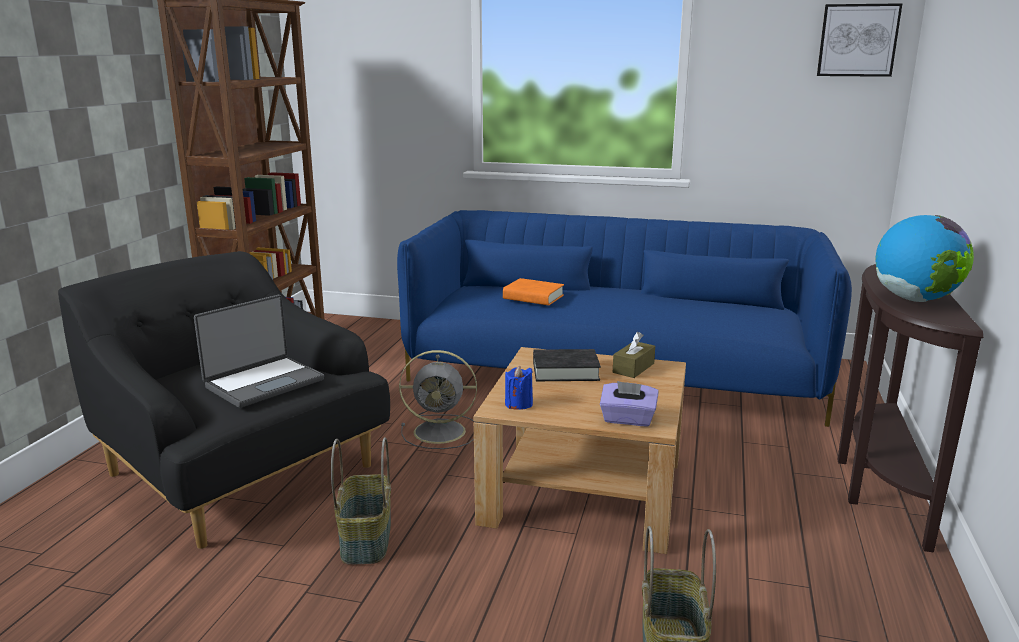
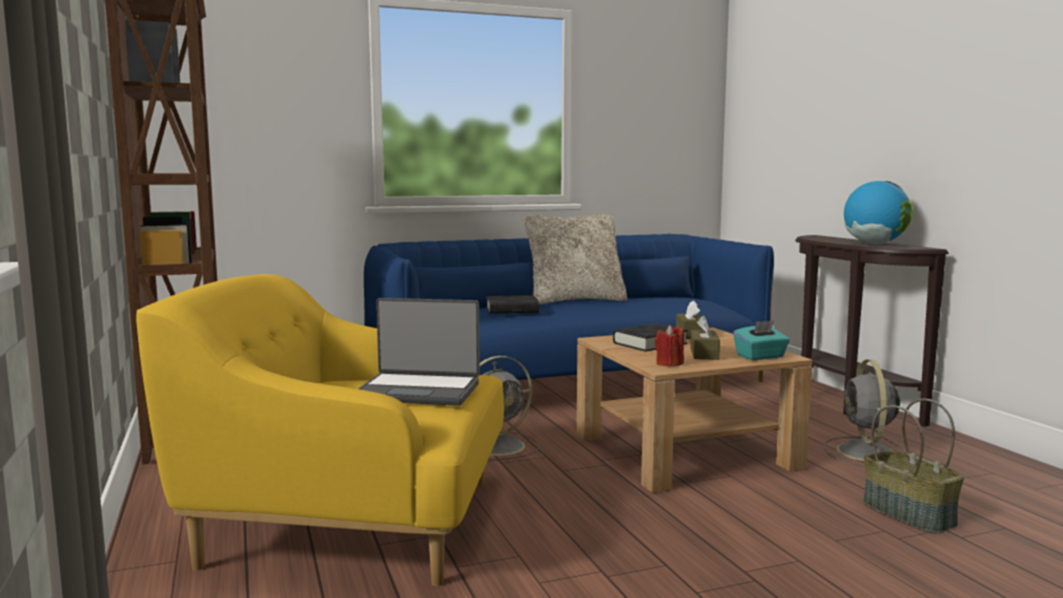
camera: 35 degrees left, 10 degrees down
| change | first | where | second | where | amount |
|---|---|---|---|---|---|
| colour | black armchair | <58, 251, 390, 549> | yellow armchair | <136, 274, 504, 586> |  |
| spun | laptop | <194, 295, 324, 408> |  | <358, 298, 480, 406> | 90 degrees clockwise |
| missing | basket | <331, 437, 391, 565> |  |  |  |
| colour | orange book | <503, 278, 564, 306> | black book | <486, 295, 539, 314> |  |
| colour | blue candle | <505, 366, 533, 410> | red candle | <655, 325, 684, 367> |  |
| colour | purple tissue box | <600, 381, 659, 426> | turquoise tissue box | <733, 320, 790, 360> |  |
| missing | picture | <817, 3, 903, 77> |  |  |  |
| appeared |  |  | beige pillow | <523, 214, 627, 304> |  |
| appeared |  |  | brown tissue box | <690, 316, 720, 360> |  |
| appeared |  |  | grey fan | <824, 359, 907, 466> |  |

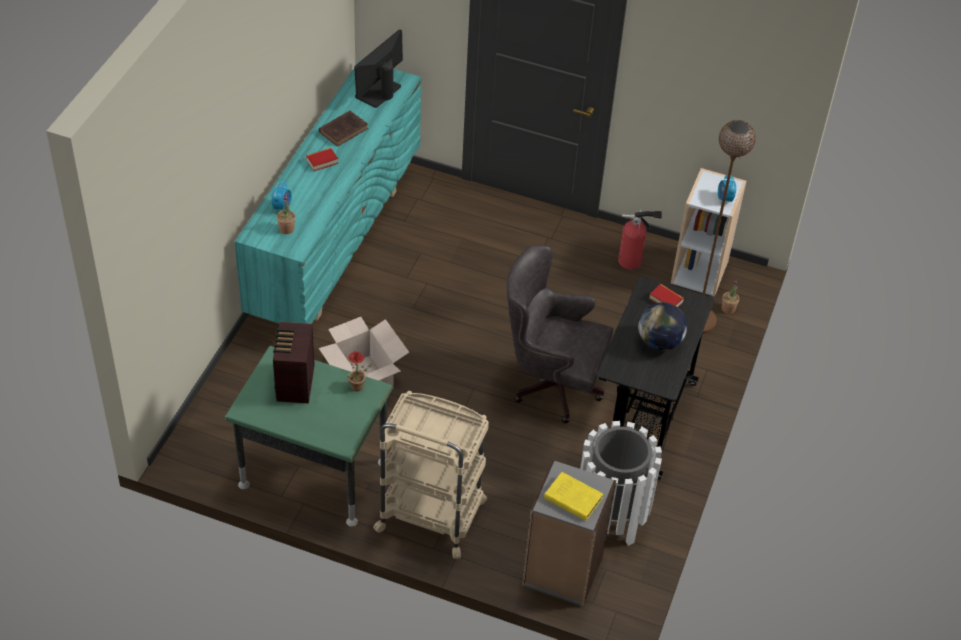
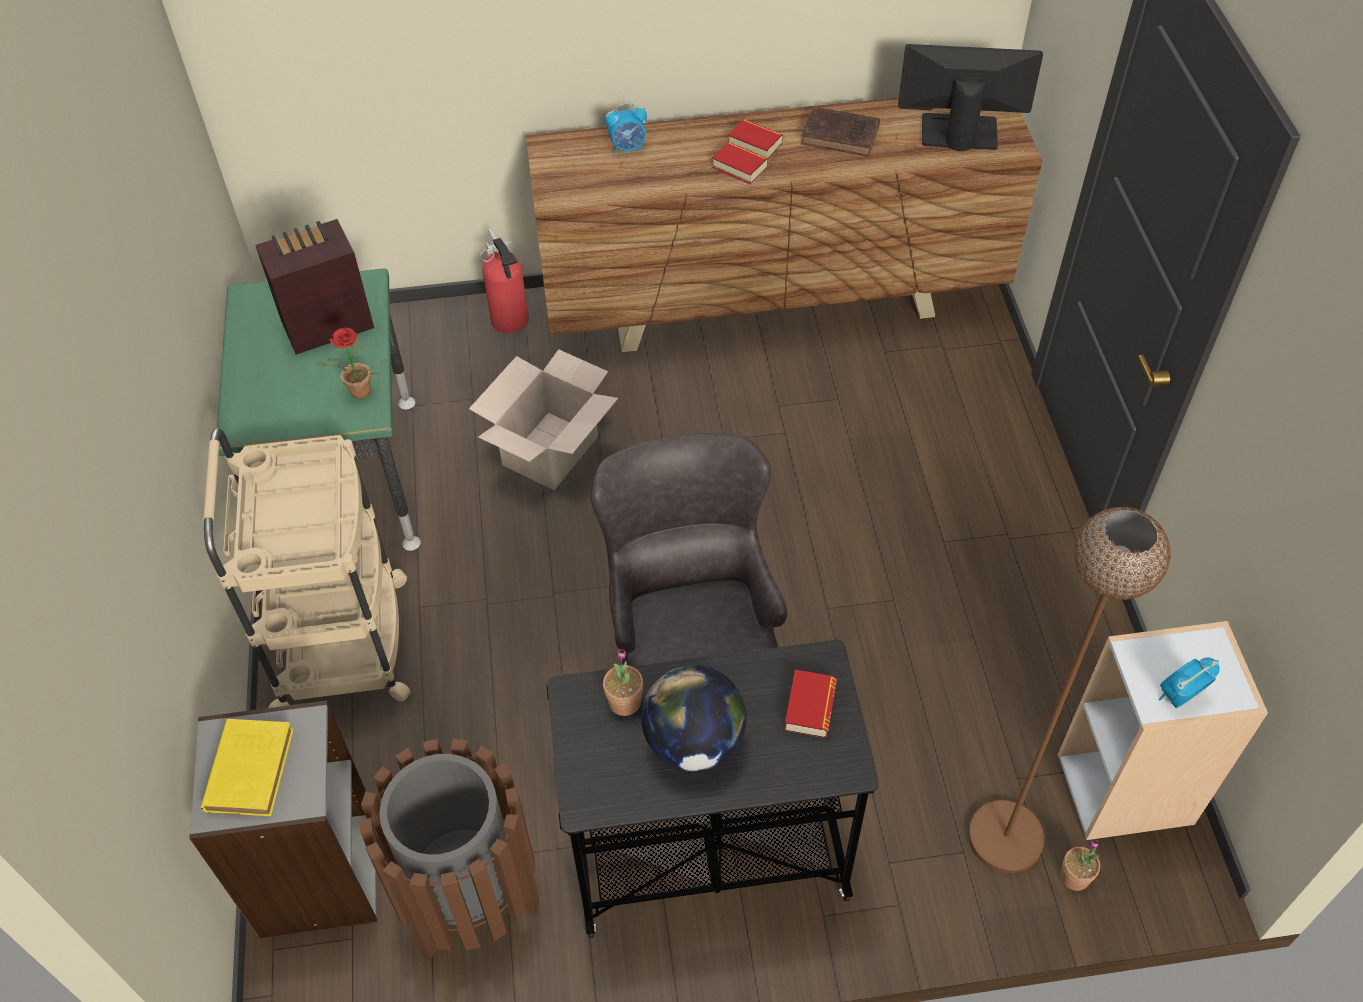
camera: 65 degrees right, 5 degrees up
| change | first | where | second | where | amount |
|---|---|---|---|---|---|
| colour | turquoise cabinet | <235, 60, 422, 324> | brown cabinet | <526, 97, 1042, 352> |  |
| relocated | potted plant | <277, 195, 295, 234> |  | <603, 649, 643, 716> |  |
| colour | white trash can | <580, 421, 662, 546> | brown trash can | <359, 739, 540, 958> |  |
| relocated | fire extinguisher | <618, 210, 662, 269> |  | <480, 229, 529, 333> |  |
| appeared |  |  | book | <712, 142, 768, 184> |  |

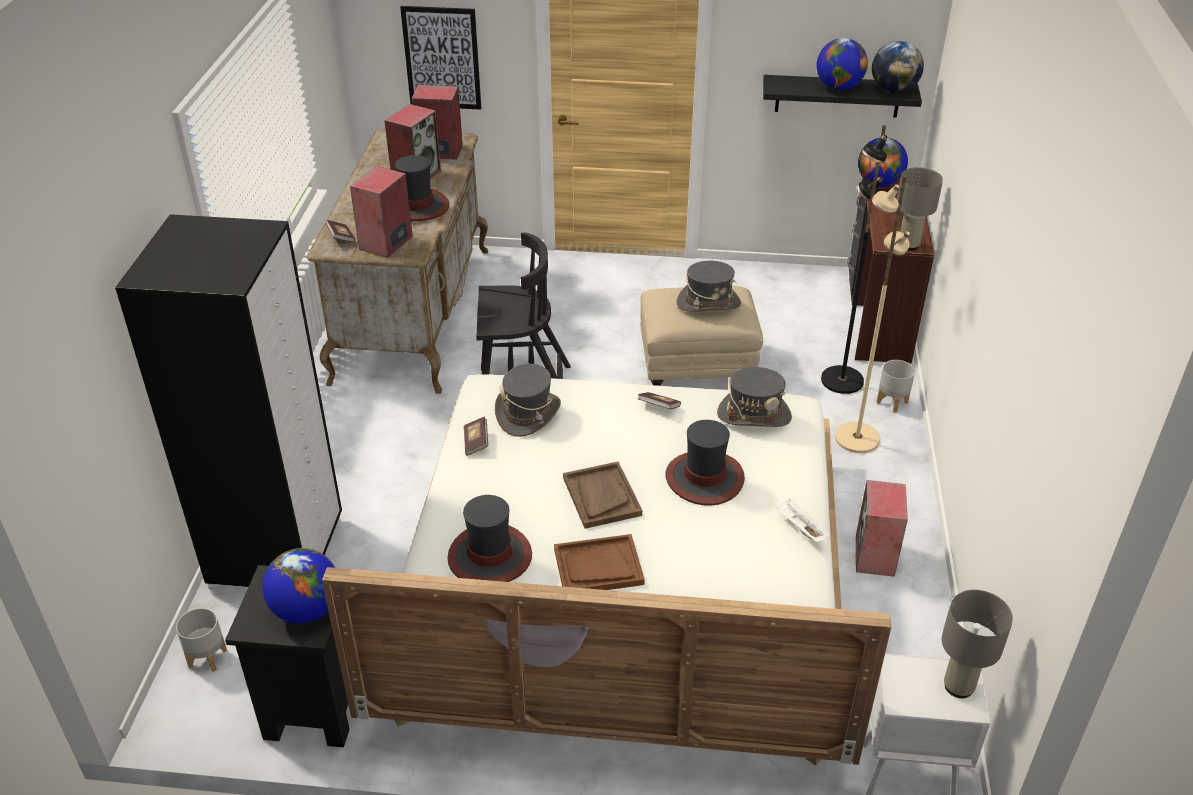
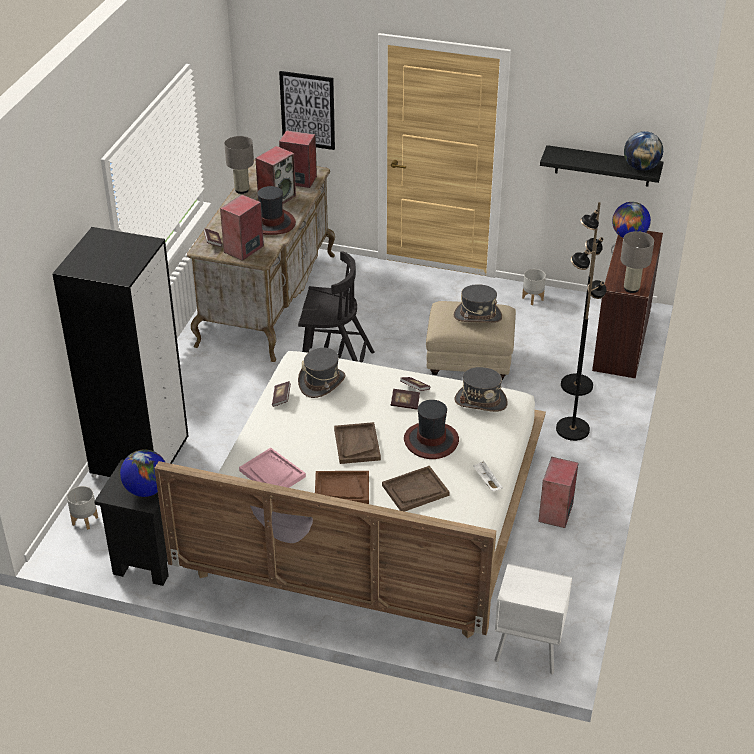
camera: 10 degrees right, 0 degrees up
| change | first | where | second | where | amount |
|---|---|---|---|---|---|
| exchanged | hat | <447, 495, 532, 582> | pink tray | <239, 448, 306, 488> |  |
| missing | globe | <816, 38, 868, 90> |  |  |  |
| colour | beige floor lamp | <835, 175, 910, 453> | black floor lamp | <556, 243, 606, 441> |  |
| relocated | grey planter | <876, 360, 915, 413> |  | <522, 269, 546, 305> |  |
| relocated | grey table lamp | <942, 590, 1013, 698> |  | <225, 136, 254, 194> |  |
| appeared |  |  | brown tray | <382, 466, 450, 512> |  |
| appeared |  |  | book | <391, 389, 420, 410> |  |

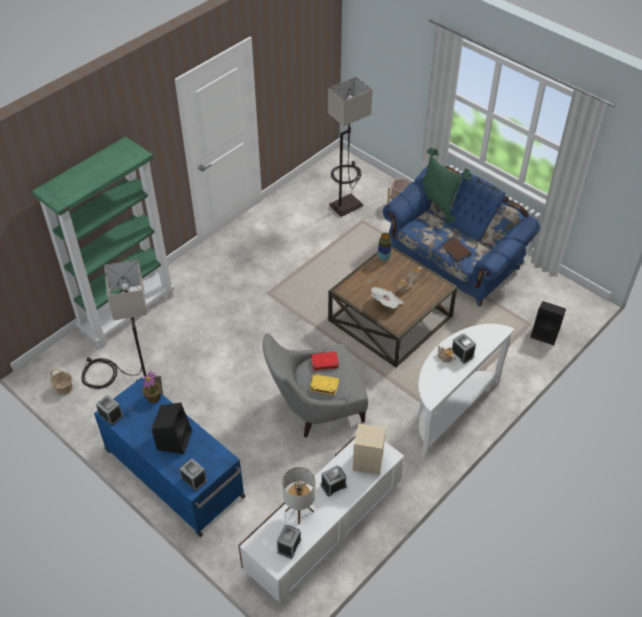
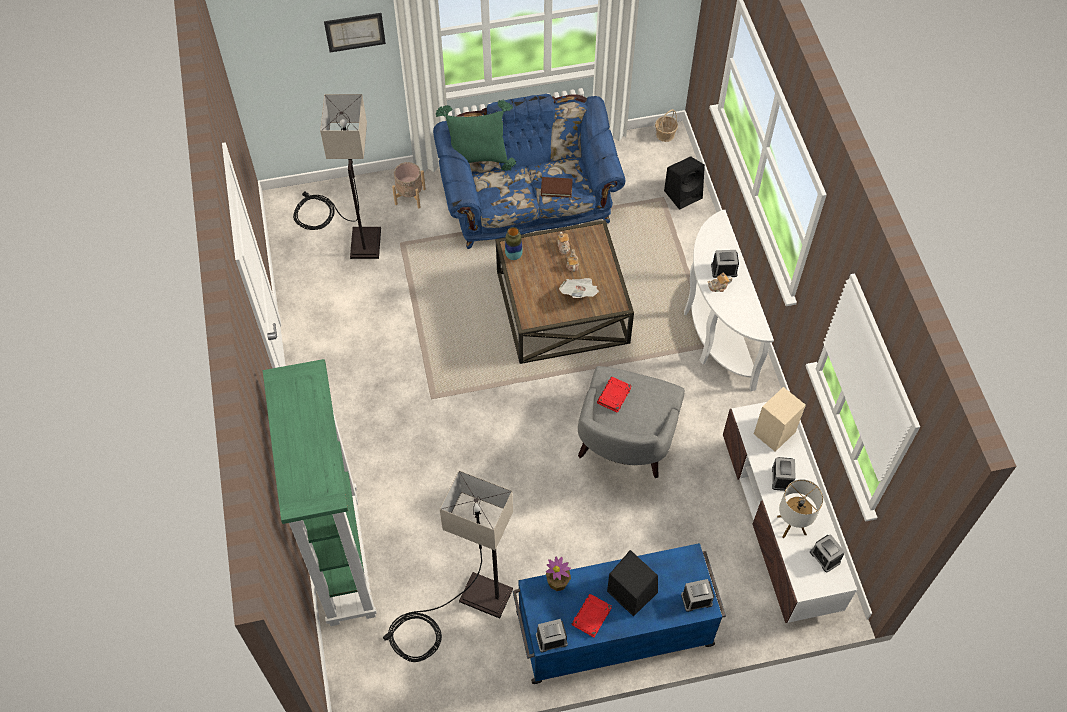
camera: 55 degrees left, 10 degrees up
| change | first | where | second | where | amount |
|---|---|---|---|---|---|
| relocated | basket | <50, 369, 73, 395> |  | <655, 109, 678, 142> |  |
| missing | yellow book | <310, 374, 339, 395> |  |  |  |
| appeared |  |  | picture | <324, 13, 386, 53> |  |
| appeared |  |  | red book | <572, 594, 612, 637> |  |

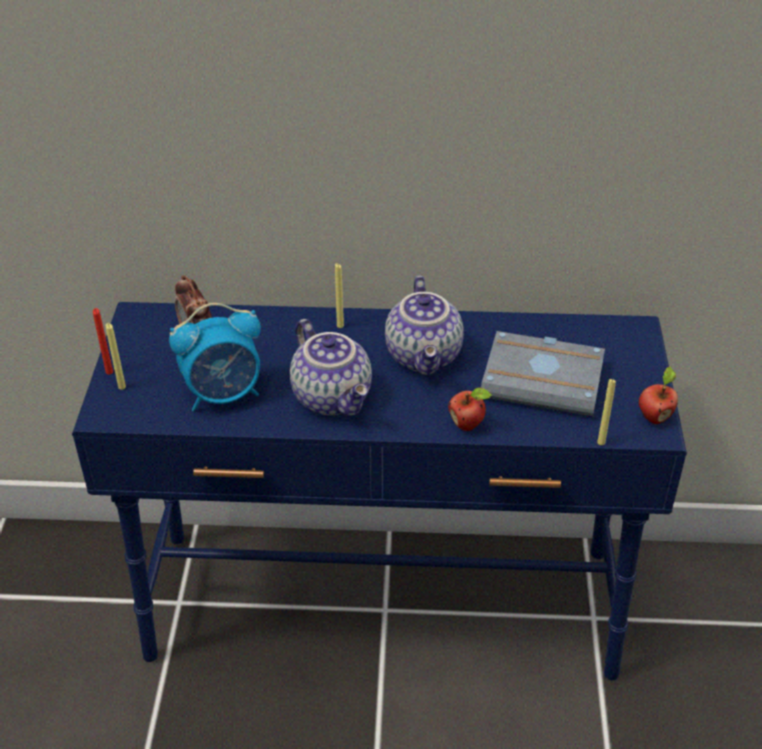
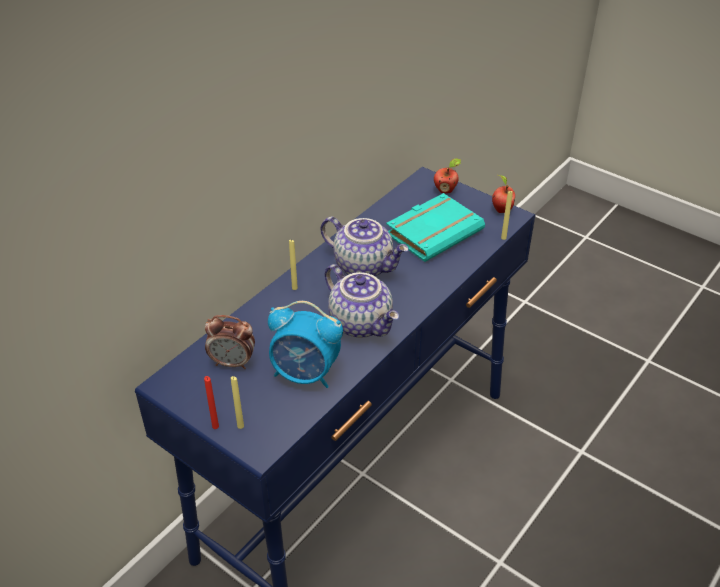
camera: 55 degrees left, 0 degrees up
| change | first | where | second | where | amount |
|---|---|---|---|---|---|
| spun | alarm clock | <169, 303, 261, 411> |  | <268, 301, 343, 388> | 90 degrees clockwise |
| spun | teapot | <290, 319, 372, 416> |  | <325, 264, 399, 338> | 45 degrees clockwise |
| relocated | apple | <448, 387, 492, 431> |  | <434, 158, 461, 194> |  |
| colour | grey book | <481, 331, 605, 416> | turquoise book | <386, 193, 485, 262> |  |

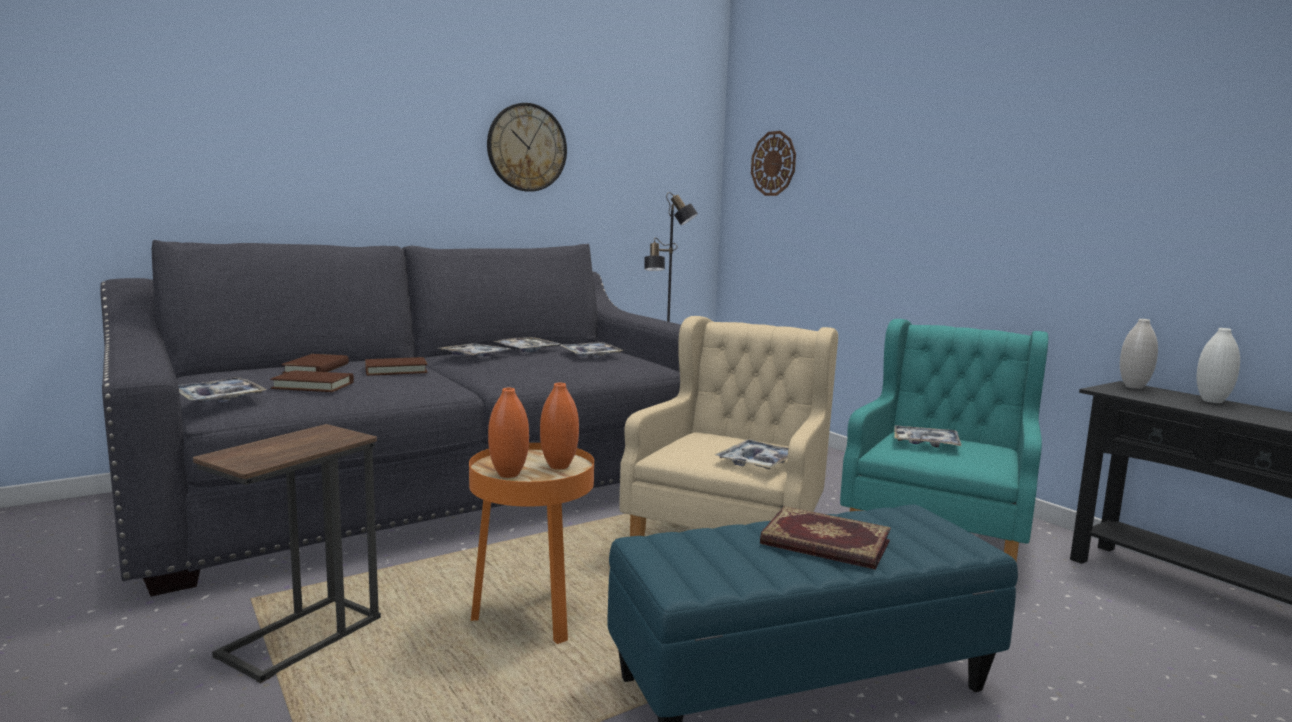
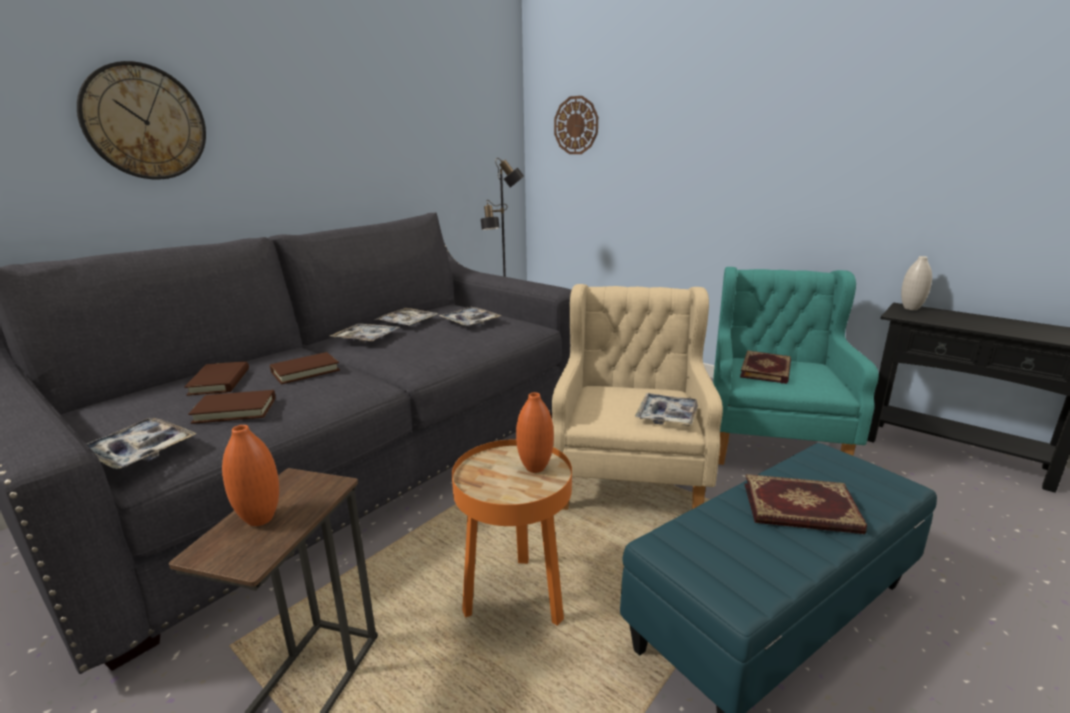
camera: 15 degrees left, 10 degrees up
| change | first | where | second | where | amount |
|---|---|---|---|---|---|
| relocated | wall clock | <487, 103, 567, 192> |  | <77, 61, 206, 179> |  |
| relocated | orange vase | <488, 388, 529, 478> |  | <222, 425, 279, 526> |  |
| exchanged | tray | <894, 425, 961, 448> | book | <740, 350, 791, 384> |  |
| missing | white vase | <1197, 328, 1240, 403> |  |  |  |

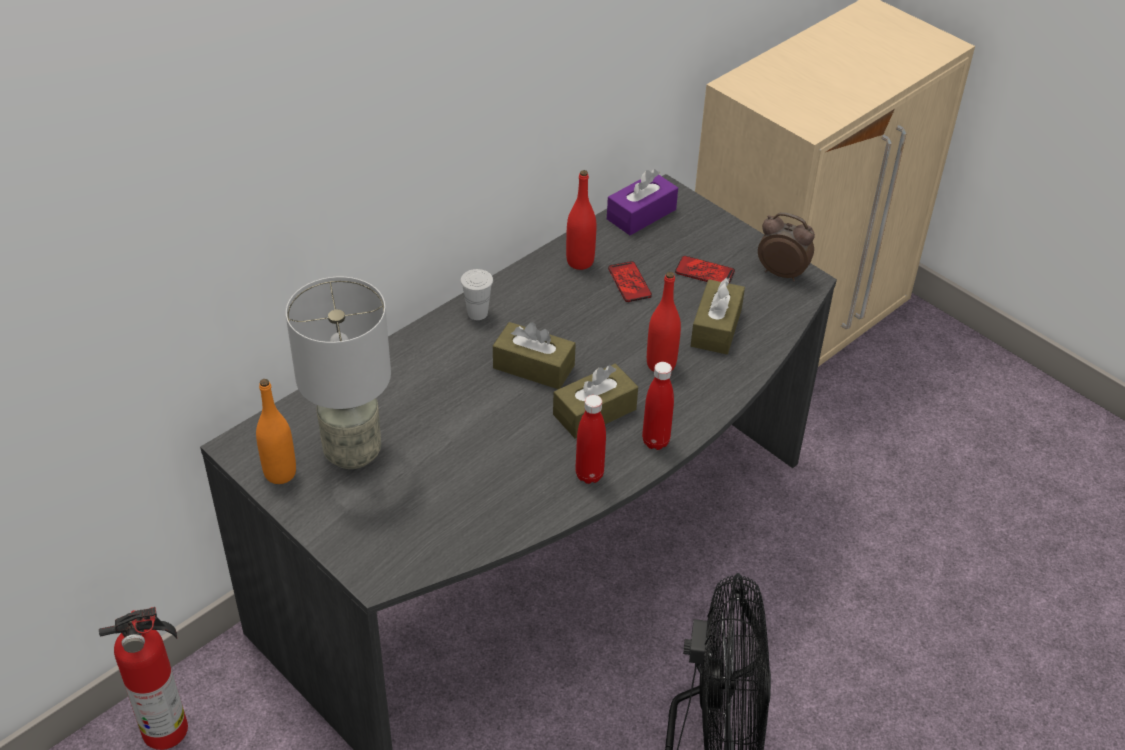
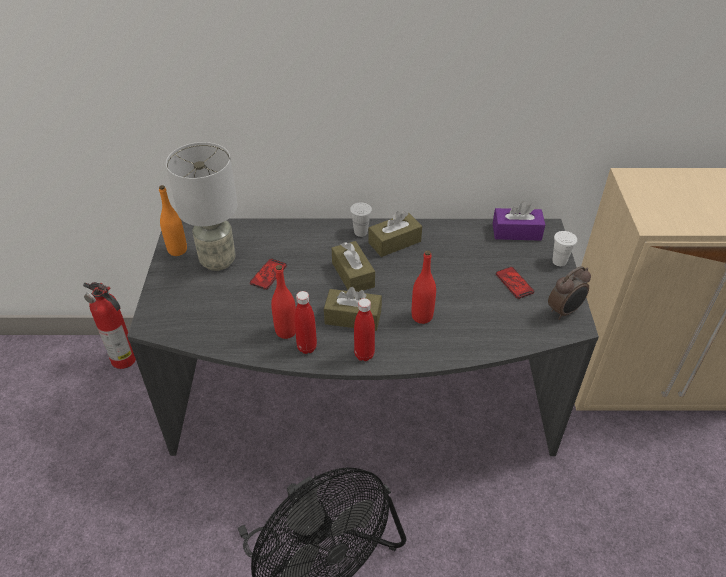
camera: 45 degrees right, 0 degrees up
| change | first | where | second | where | amount |
|---|---|---|---|---|---|
| relocated | red bottle | <566, 170, 596, 270> |  | <271, 265, 296, 339> |  |
| relocated | phone | <608, 261, 652, 302> |  | <250, 258, 287, 290> |  |
| relocated | brown tissue box | <691, 278, 745, 354> |  | <369, 211, 422, 257> |  |
| spun | alarm clock | <758, 212, 815, 282> |  | <548, 266, 591, 320> | 75 degrees clockwise |
| appeared |  |  | white cup | <552, 231, 577, 266> |  |

